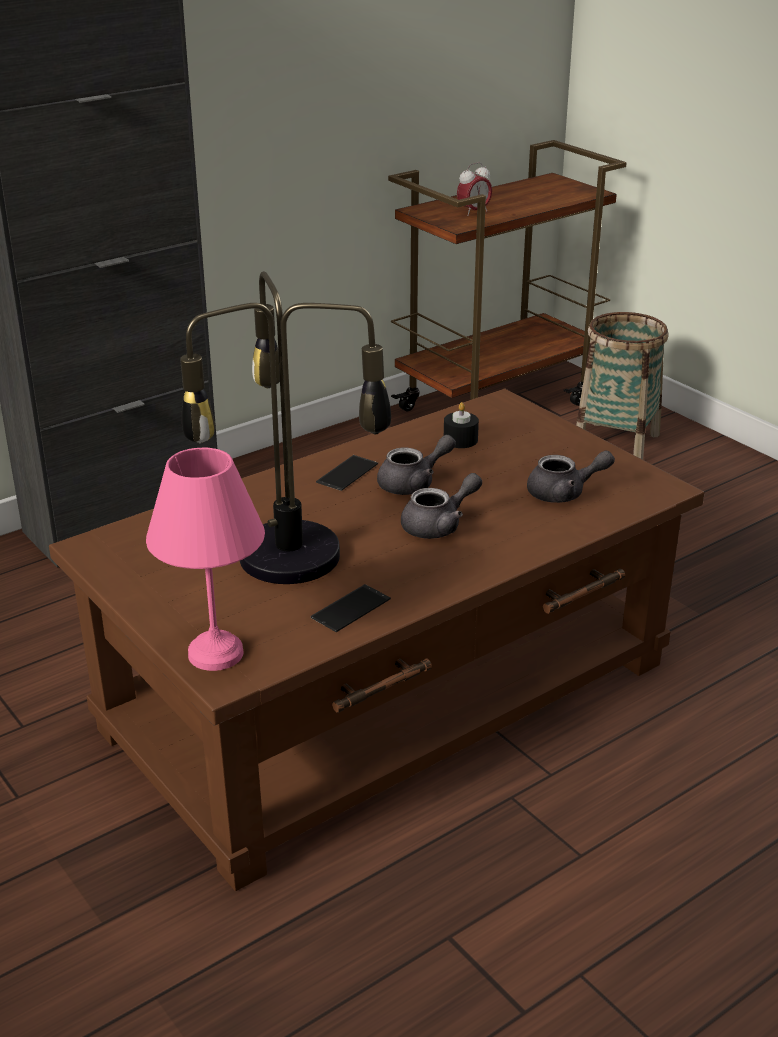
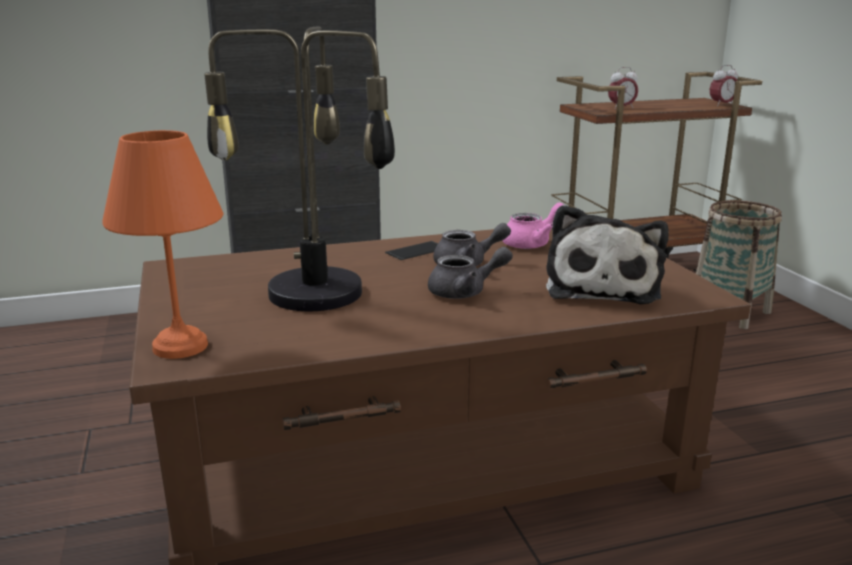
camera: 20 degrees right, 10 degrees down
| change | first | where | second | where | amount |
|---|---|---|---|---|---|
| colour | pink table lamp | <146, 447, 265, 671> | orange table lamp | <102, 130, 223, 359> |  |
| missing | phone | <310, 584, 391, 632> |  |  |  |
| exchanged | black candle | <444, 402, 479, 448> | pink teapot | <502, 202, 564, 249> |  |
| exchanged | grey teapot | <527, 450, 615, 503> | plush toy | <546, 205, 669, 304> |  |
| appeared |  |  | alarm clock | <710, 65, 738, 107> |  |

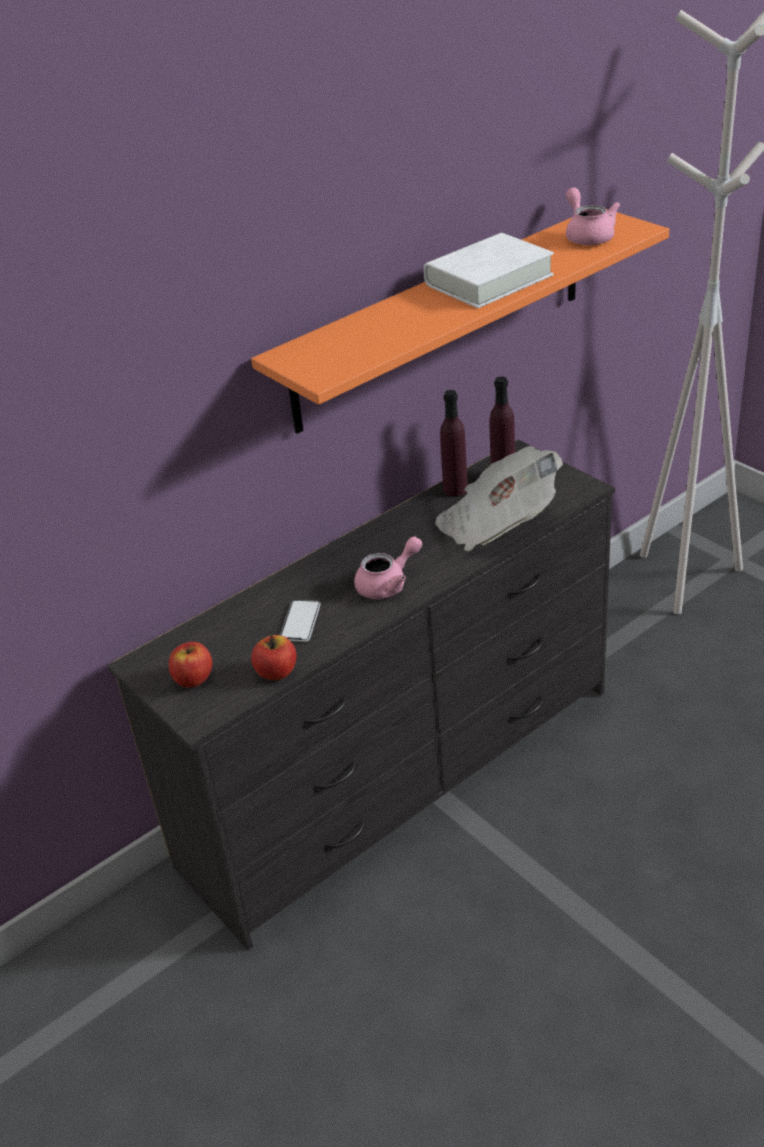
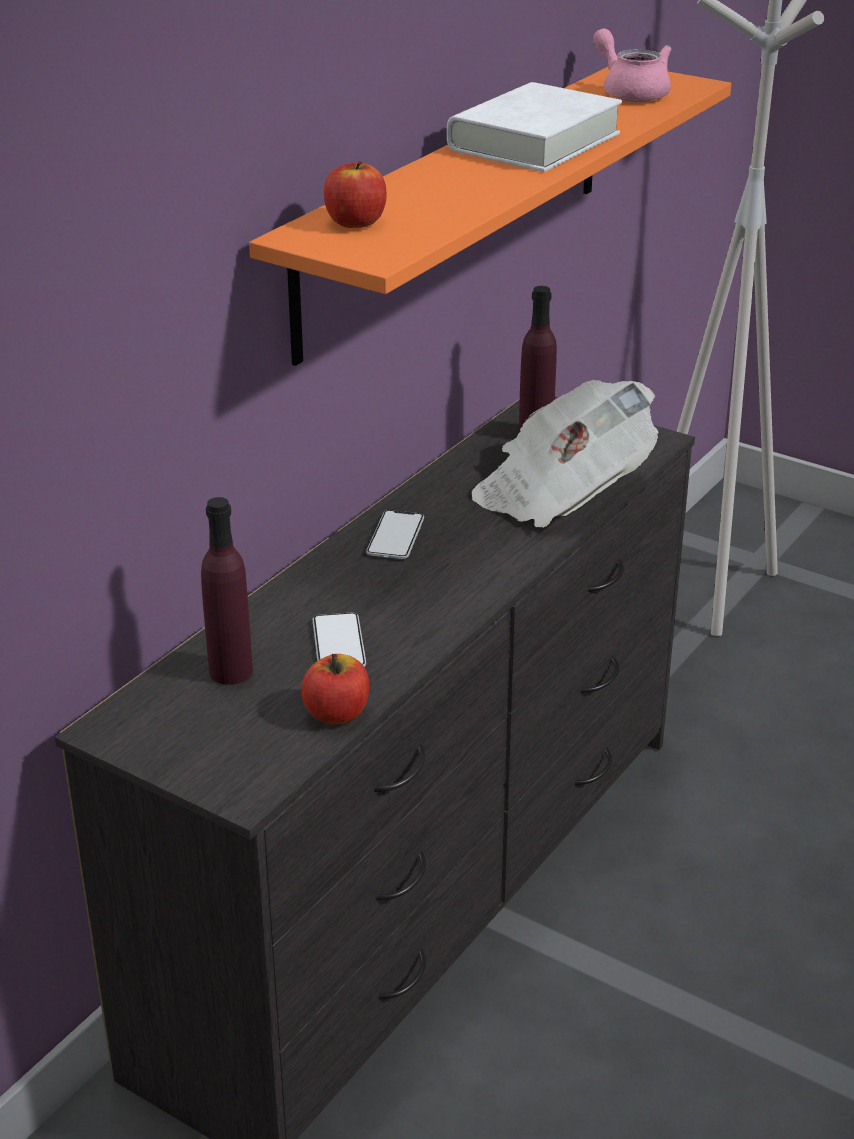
camera: 20 degrees left, 5 degrees down
| change | first | where | second | where | amount |
|---|---|---|---|---|---|
| relocated | apple | <169, 642, 212, 688> |  | <324, 161, 387, 228> |  |
| missing | pink teapot | <354, 536, 422, 599> |  |  |  |
| relocated | purple bottle | <440, 390, 468, 496> |  | <201, 497, 253, 685> |  |
| appeared |  |  | phone | <366, 510, 424, 559> |  |

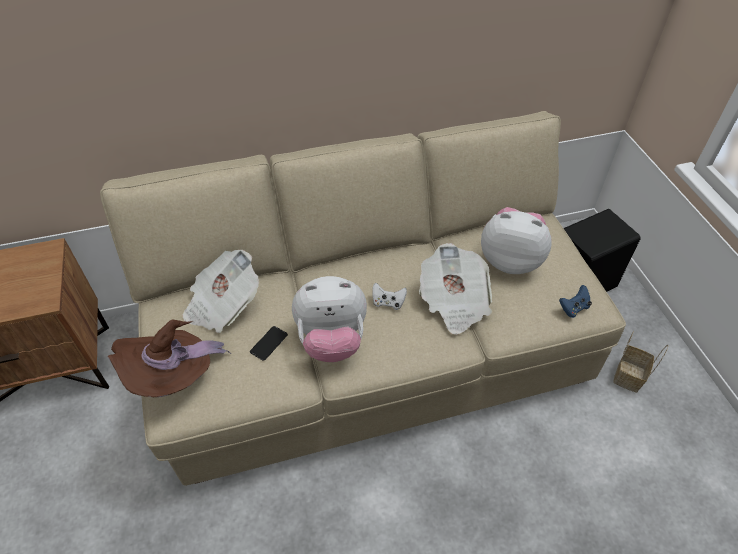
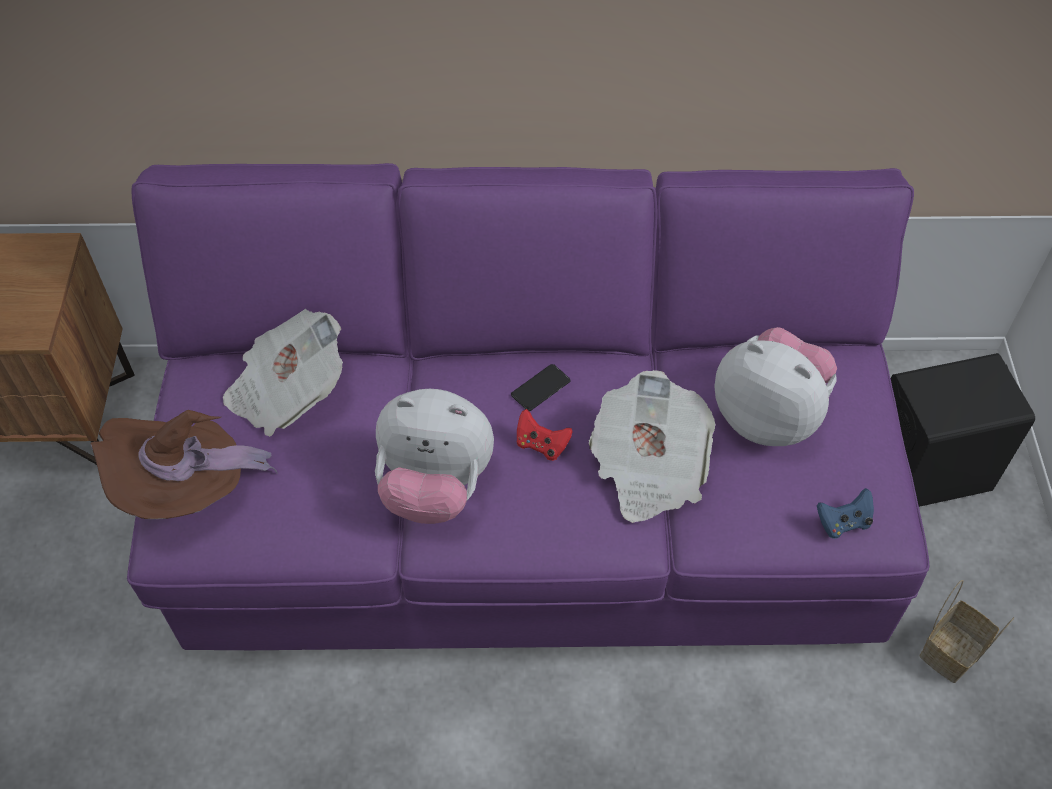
camera: 15 degrees right, 5 degrees up
| change | first | where | second | where | amount |
|---|---|---|---|---|---|
| colour | beige sofa | <100, 111, 626, 486> | purple sofa | <127, 163, 929, 650> |  |
| relocated | phone | <250, 326, 288, 361> |  | <511, 364, 570, 411> |  |
| colour | white game controller | <372, 283, 407, 310> | red game controller | <517, 409, 573, 461> |  |

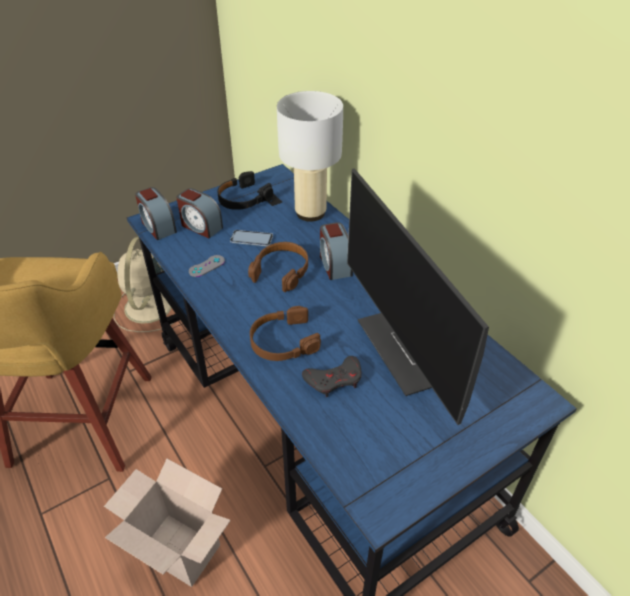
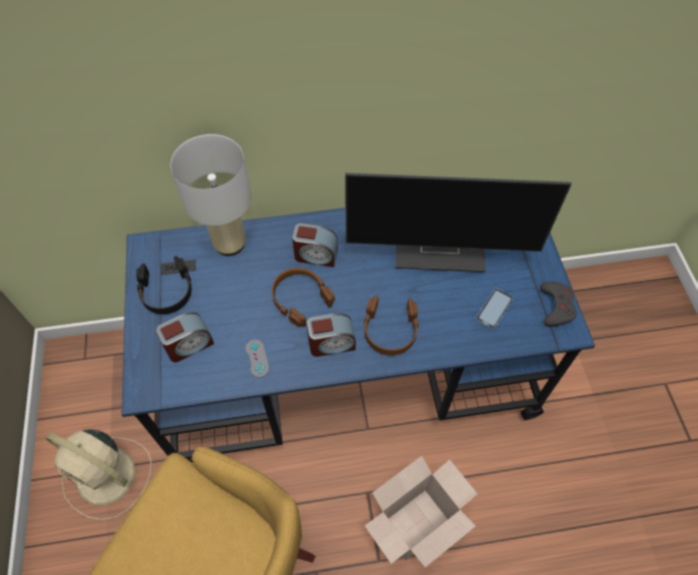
camera: 65 degrees left, 15 degrees up
| change | first | where | second | where | amount |
|---|---|---|---|---|---|
| relocated | alarm clock | <135, 187, 177, 240> |  | <307, 313, 356, 357> |  |
| relocated | phone | <230, 230, 273, 246> |  | <476, 289, 513, 329> |  |
| relocated | grey game controller | <302, 356, 362, 397> |  | <540, 282, 577, 327> |  |

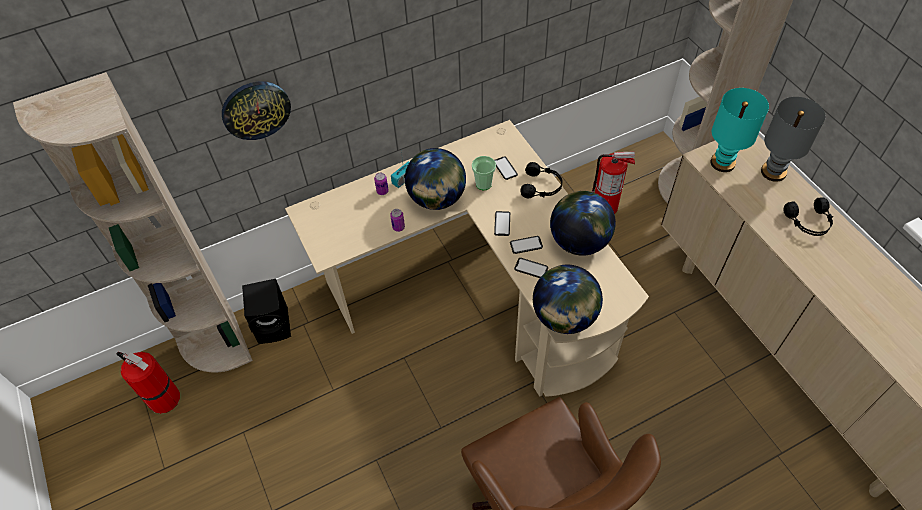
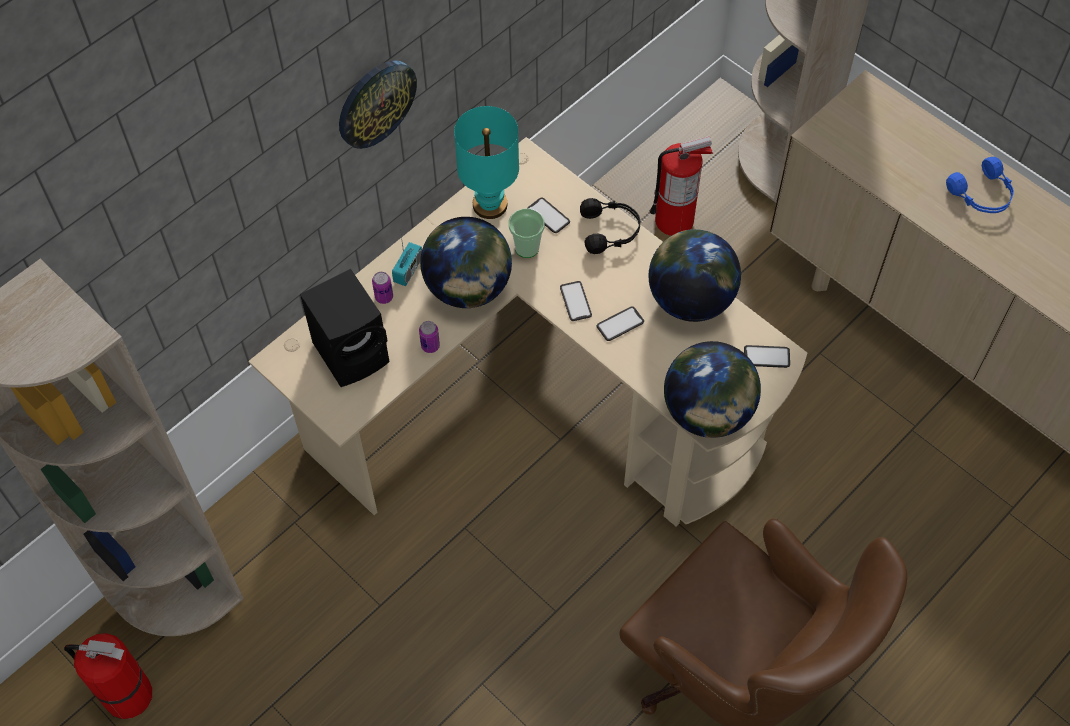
camera: 20 degrees left, 5 degrees up
| change | first | where | second | where | amount |
|---|---|---|---|---|---|
| relocated | wall clock | <222, 82, 291, 140> |  | <339, 60, 417, 149> |  |
| relocated | black speaker | <242, 279, 291, 344> |  | <300, 269, 389, 387> |  |
| relocated | phone | <514, 258, 548, 278> |  | <744, 345, 790, 368> |  |
| relocated | turquoise table lamp | <710, 88, 769, 172> |  | <454, 106, 519, 219> |  |
| missing | grey table lamp | <761, 97, 826, 182> |  |  |  |
| colour | black headphones | <784, 198, 833, 236> | blue headphones | <946, 157, 1014, 213> |  |

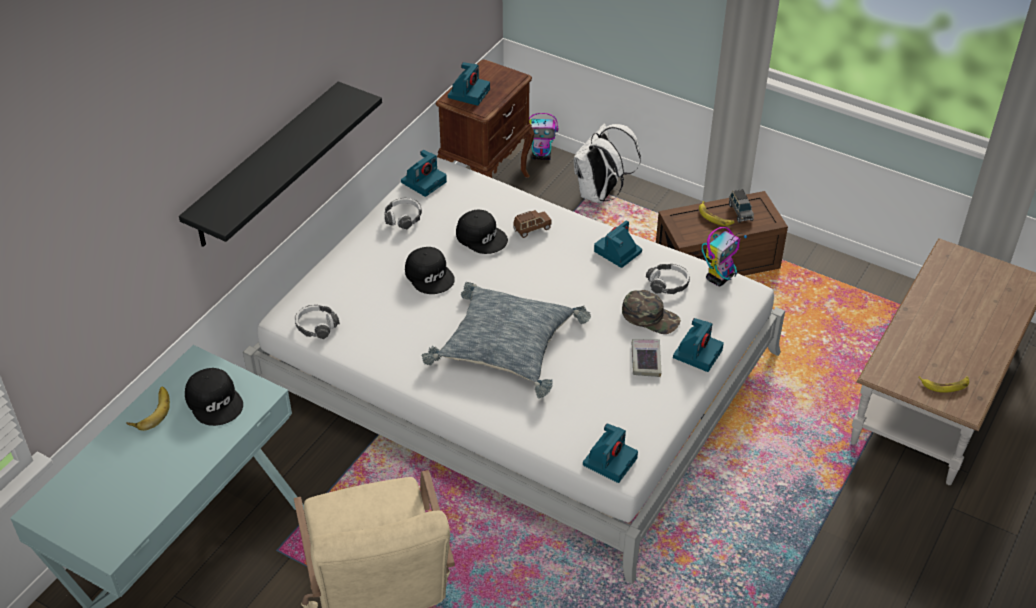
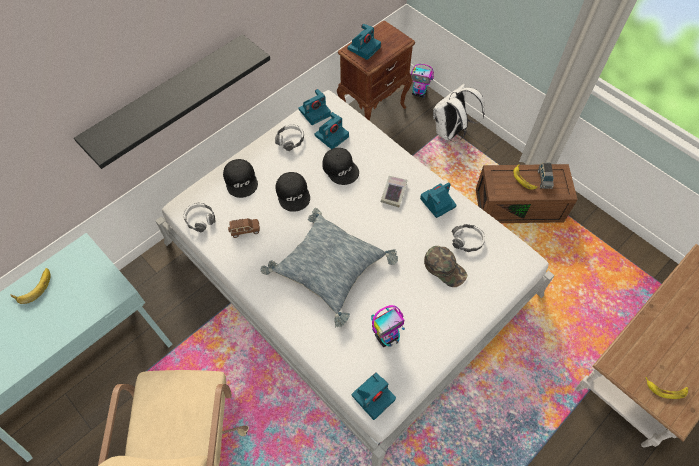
camera: 15 degrees right, 15 degrees up
| change | first | where | second | where | amount |
|---|---|---|---|---|---|
| relocated | black cap | <185, 368, 243, 426> |  | <223, 159, 258, 198> |  |
| relocated | brown toy car | <513, 210, 552, 238> |  | <228, 218, 260, 238> |  |
| relocated | book | <632, 339, 661, 377> |  | <381, 176, 407, 208> |  |
| relocated | photo camera | <673, 318, 724, 372> |  | <315, 112, 349, 149> |  |
| relocated | toy robot | <702, 227, 747, 286> |  | <371, 305, 405, 347> |  |

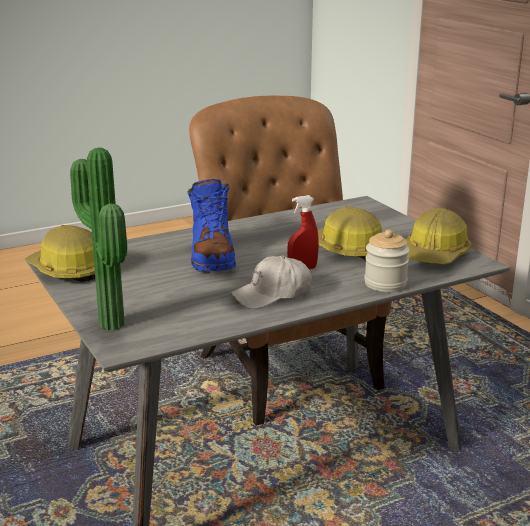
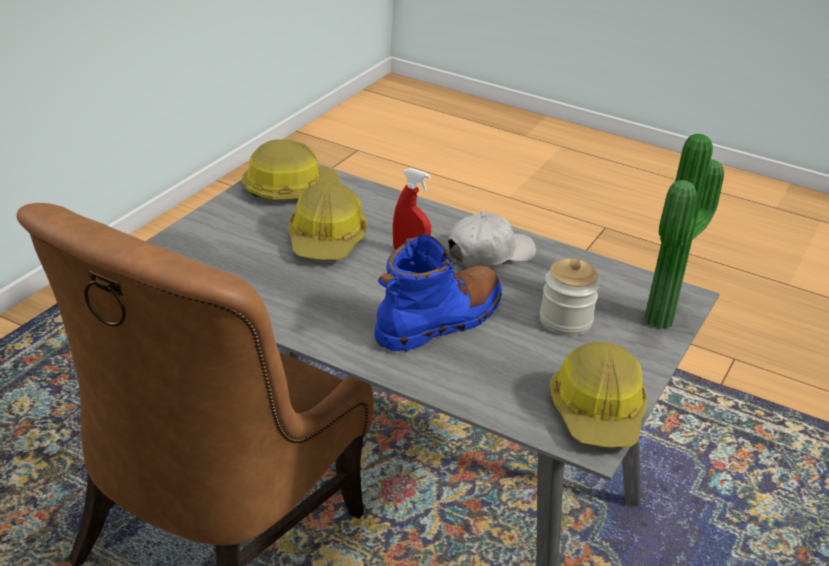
camera: 125 degrees left, 10 degrees up
| change | first | where | second | where | amount |
|---|---|---|---|---|---|
| spun | white cap | <231, 256, 312, 309> |  | <448, 211, 536, 267> | 60 degrees counterclockwise |
| relocated | jar | <364, 230, 410, 292> |  | <540, 259, 600, 336> |  |

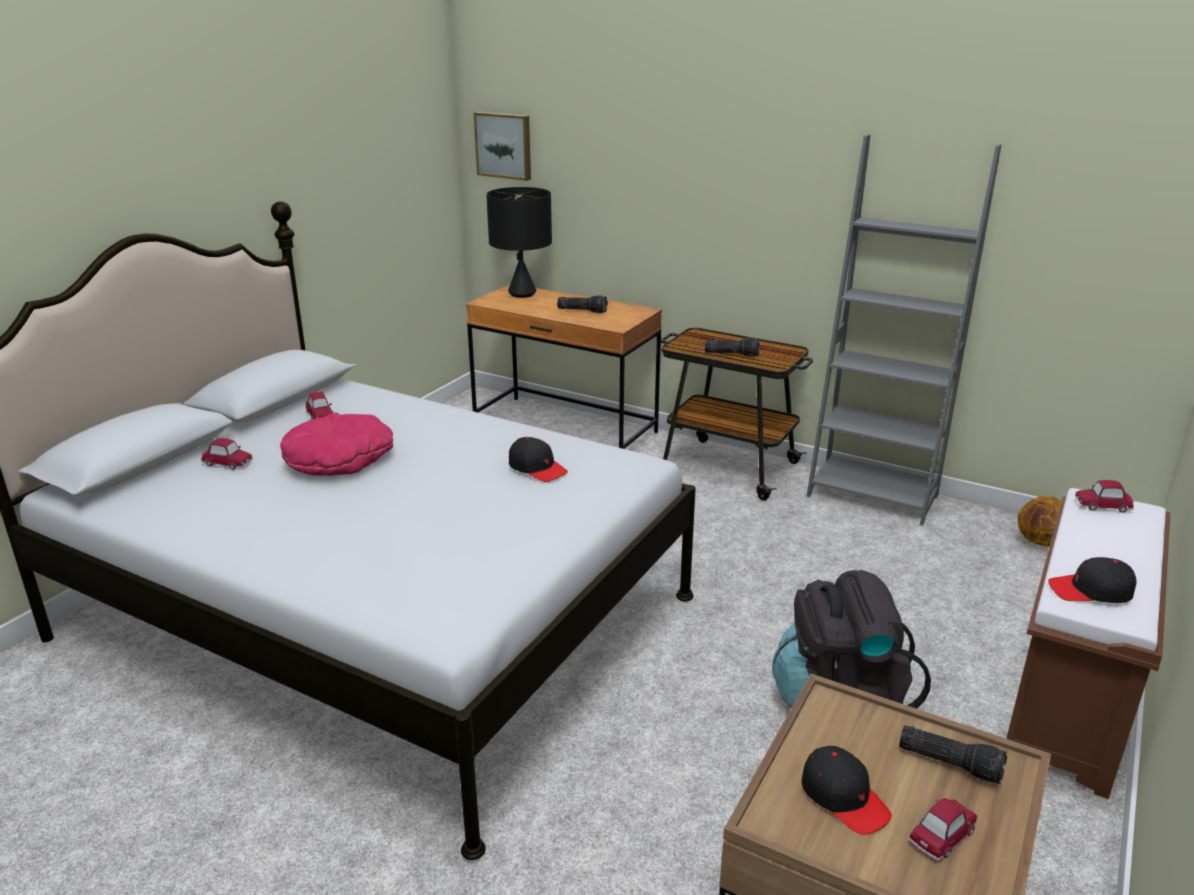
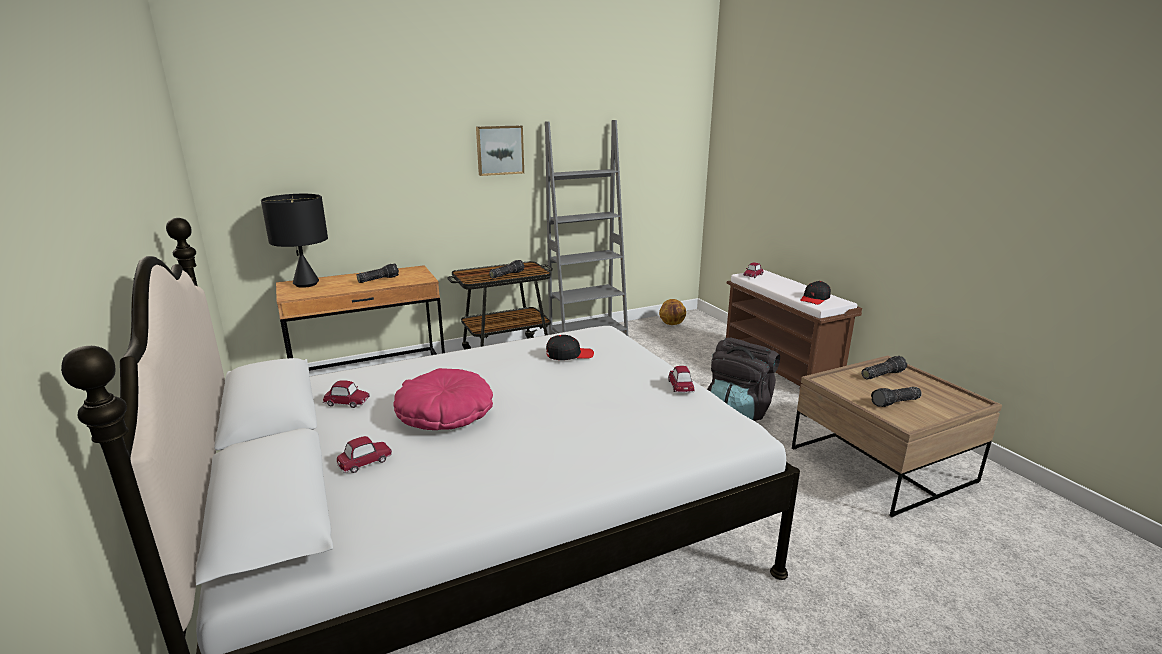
camera: 55 degrees left, 5 degrees down
| change | first | where | second | where | amount |
|---|---|---|---|---|---|
| relocated | picture | <474, 112, 531, 181> |  | <476, 125, 524, 176> |  |
| exchanged | black cap | <801, 745, 892, 835> | flashlight | <871, 387, 922, 407> |  |
| relocated | toy car | <908, 798, 977, 860> |  | <668, 366, 695, 393> |  |

